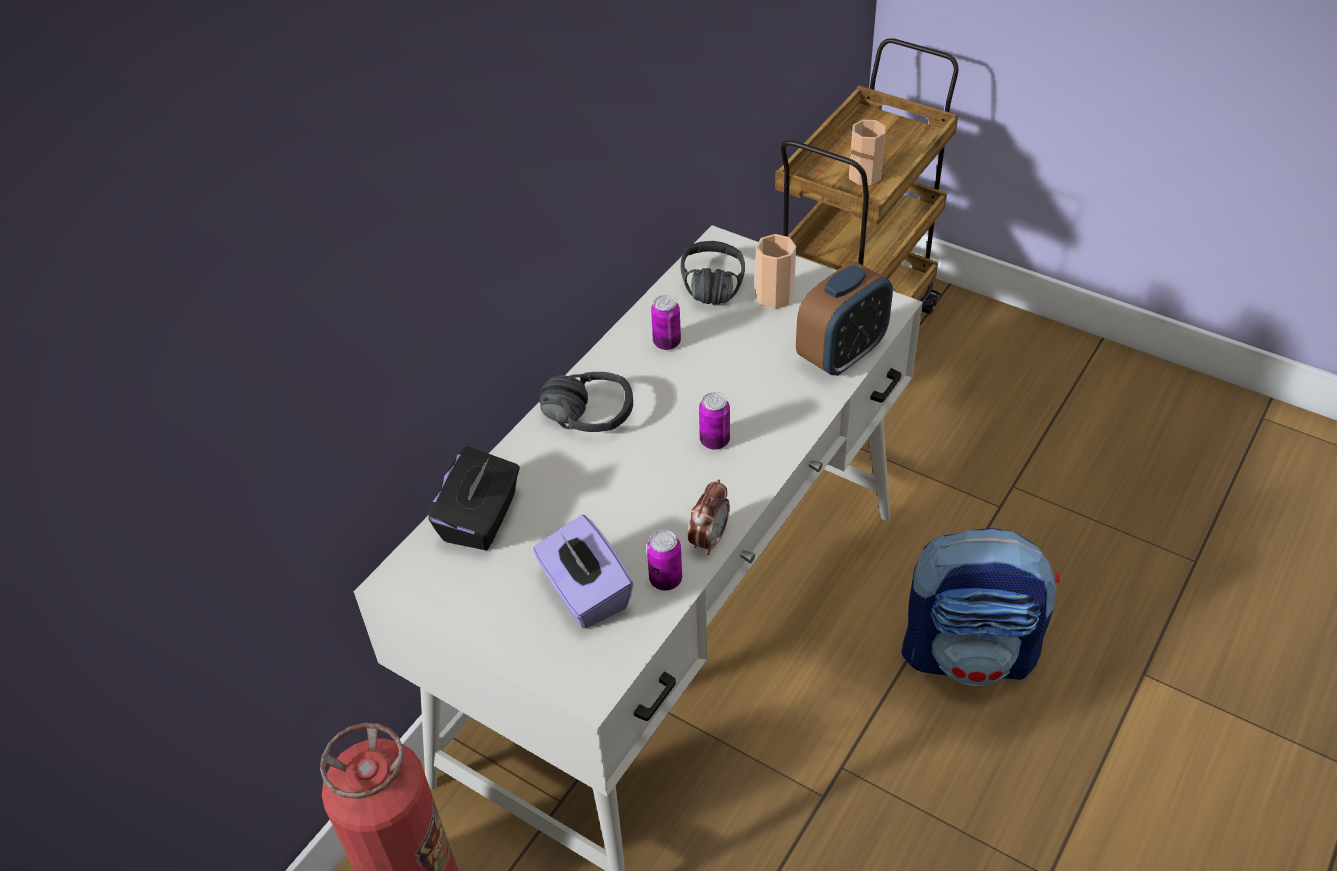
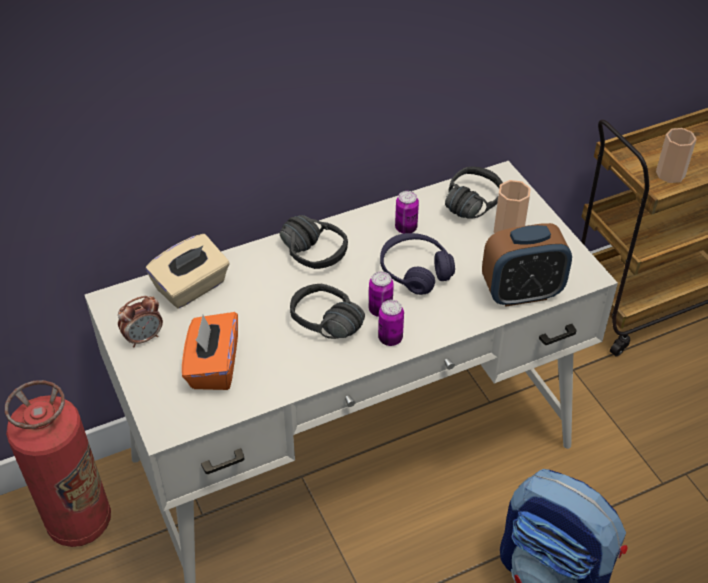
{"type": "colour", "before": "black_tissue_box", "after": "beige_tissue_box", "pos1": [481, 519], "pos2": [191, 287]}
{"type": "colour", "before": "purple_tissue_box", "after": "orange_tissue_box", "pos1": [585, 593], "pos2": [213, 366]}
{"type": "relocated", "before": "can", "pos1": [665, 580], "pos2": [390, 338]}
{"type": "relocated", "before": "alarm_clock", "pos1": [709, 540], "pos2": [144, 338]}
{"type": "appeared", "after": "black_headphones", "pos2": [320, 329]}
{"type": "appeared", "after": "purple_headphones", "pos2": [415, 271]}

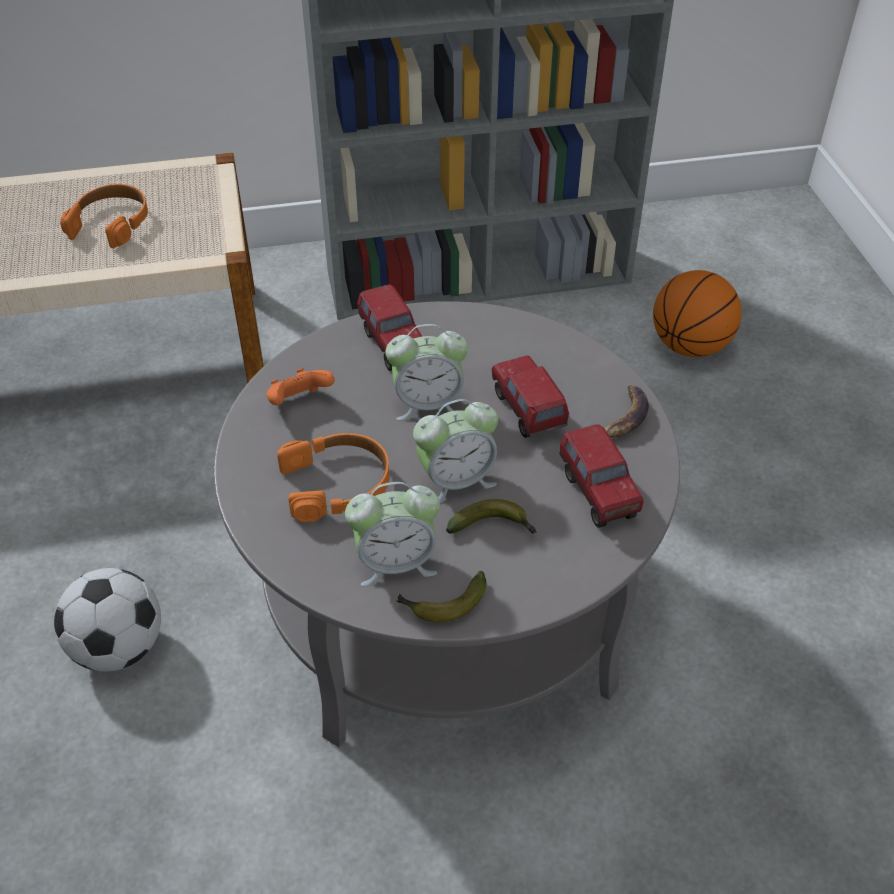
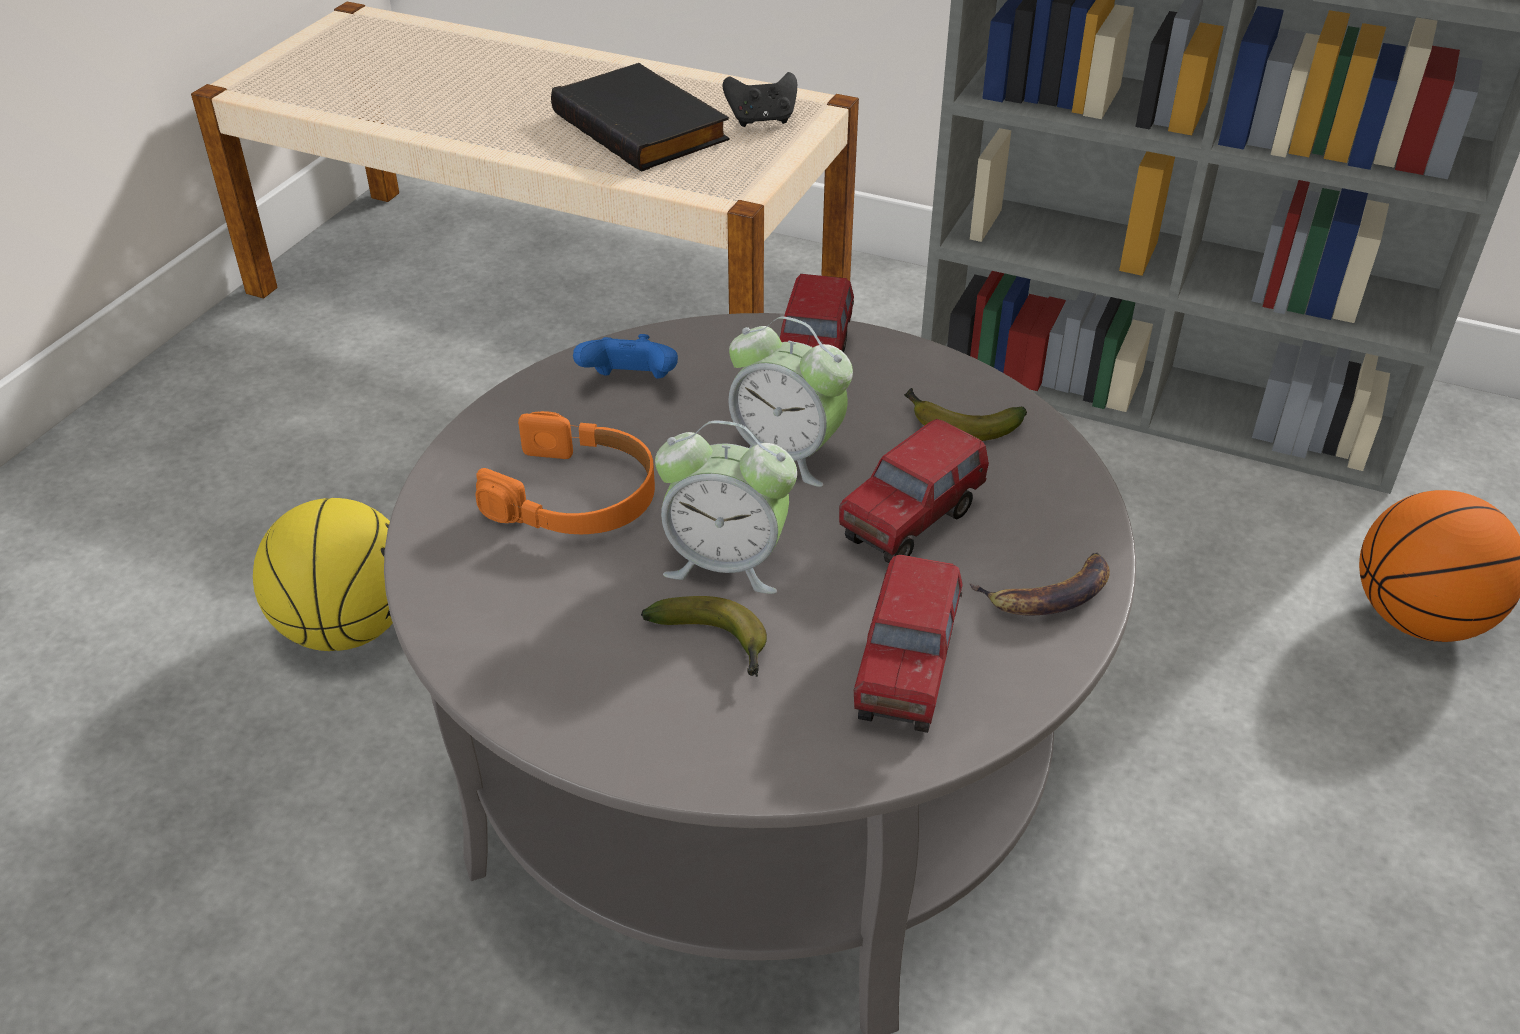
{"type": "exchanged", "before": "football", "after": "basketball", "pos1": [119, 648], "pos2": [348, 626]}
{"type": "exchanged", "before": "orange_headphones", "after": "black_book", "pos1": [111, 223], "pos2": [644, 126]}
{"type": "colour", "before": "orange_game_controller", "after": "blue_game_controller", "pos1": [299, 402], "pos2": [630, 384]}
{"type": "missing", "before": "alarm_clock", "pos1": [395, 563]}
{"type": "relocated", "before": "banana", "pos1": [442, 604], "pos2": [957, 424]}
{"type": "spun", "before": "toy_truck", "pos1": [527, 413], "pos2": [912, 524], "turn": -150}
{"type": "appeared", "after": "black_game_controller", "pos2": [762, 120]}

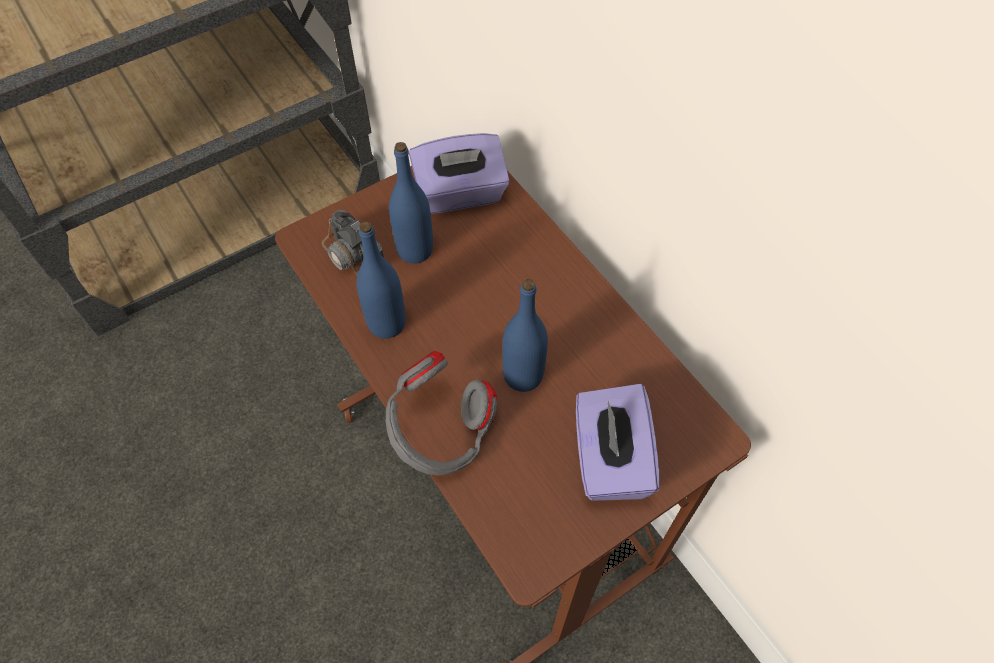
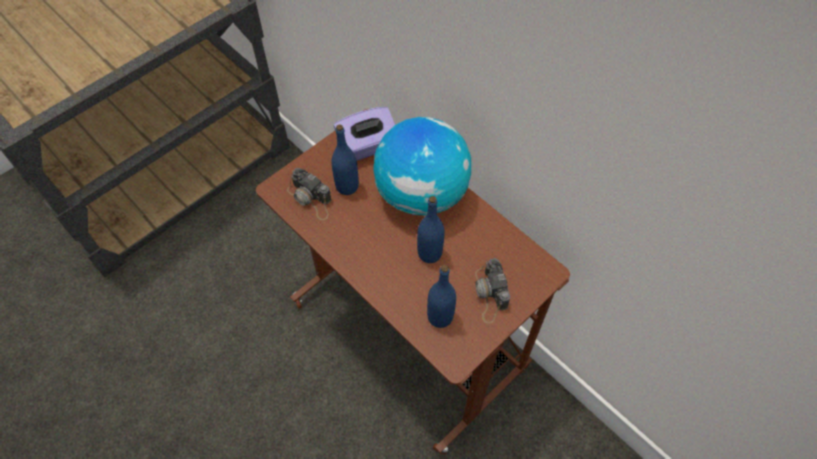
{"type": "relocated", "before": "blue_bottle", "pos1": [386, 323], "pos2": [440, 317]}
{"type": "missing", "before": "grey_headphones", "pos1": [441, 434]}
{"type": "exchanged", "before": "purple_tissue_box", "after": "photo_camera", "pos1": [609, 459], "pos2": [490, 294]}
{"type": "appeared", "after": "globe", "pos2": [421, 194]}

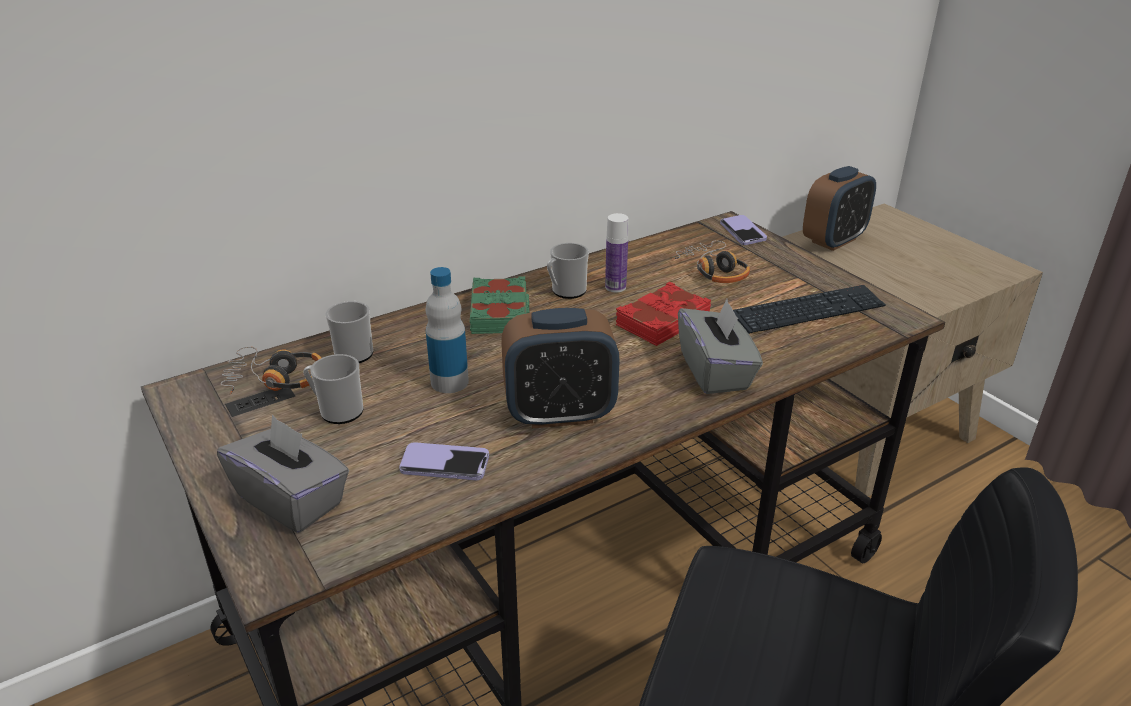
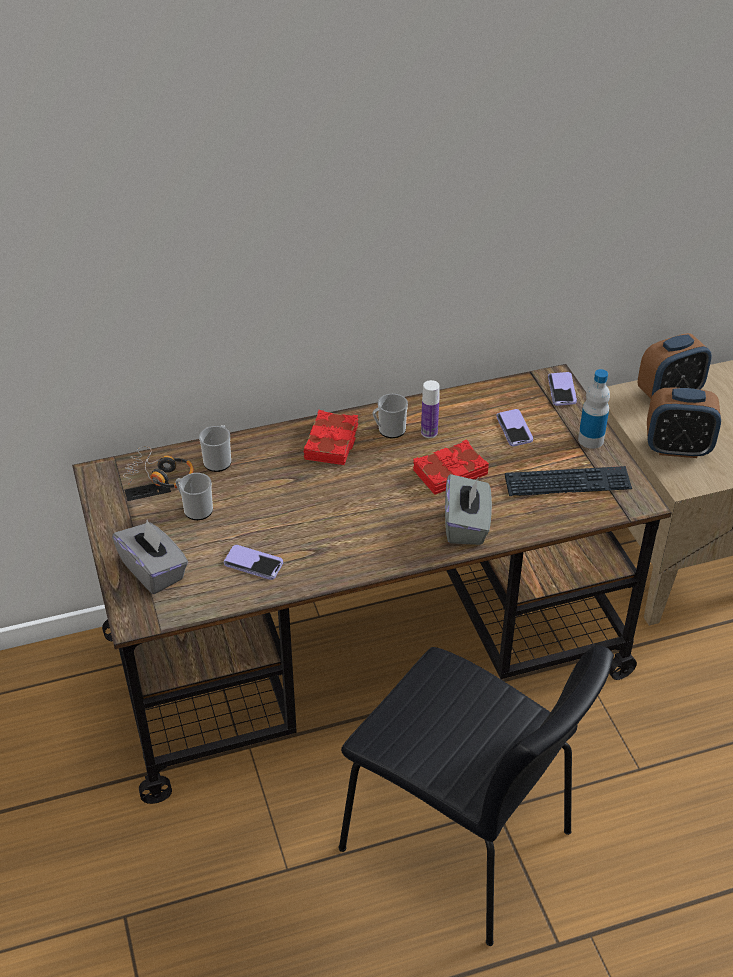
{"type": "relocated", "before": "bottle", "pos1": [449, 382], "pos2": [591, 440]}
{"type": "colour", "before": "green_book", "after": "red_book", "pos1": [500, 313], "pos2": [332, 443]}
{"type": "relocated", "before": "alarm_clock", "pos1": [560, 414], "pos2": [677, 448]}
{"type": "exchanged", "before": "headphones", "after": "phone", "pos1": [713, 271], "pos2": [514, 429]}

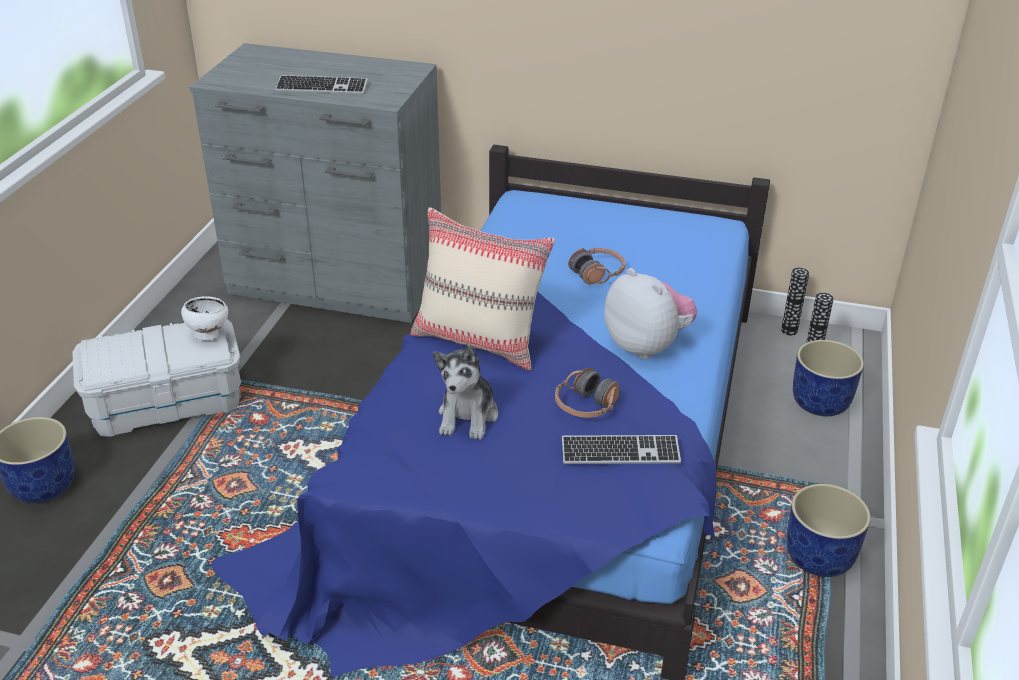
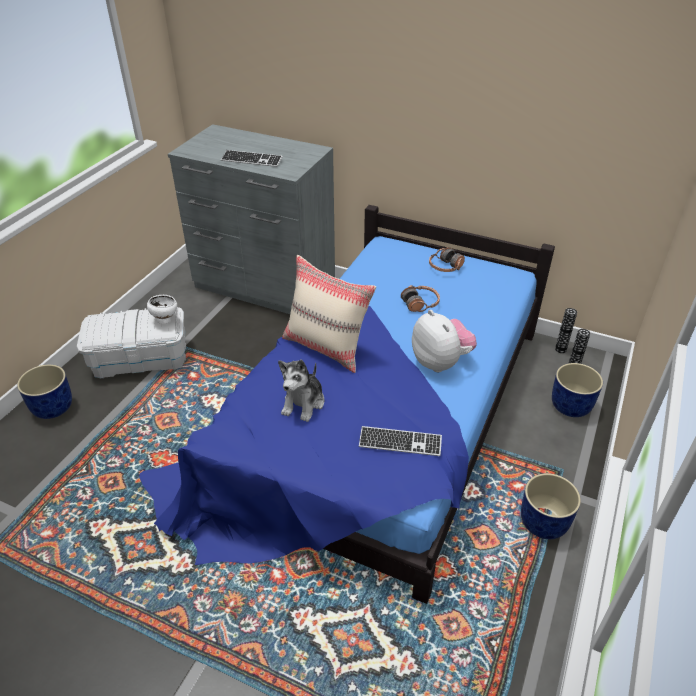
{"type": "relocated", "before": "headphones", "pos1": [586, 406], "pos2": [445, 267]}

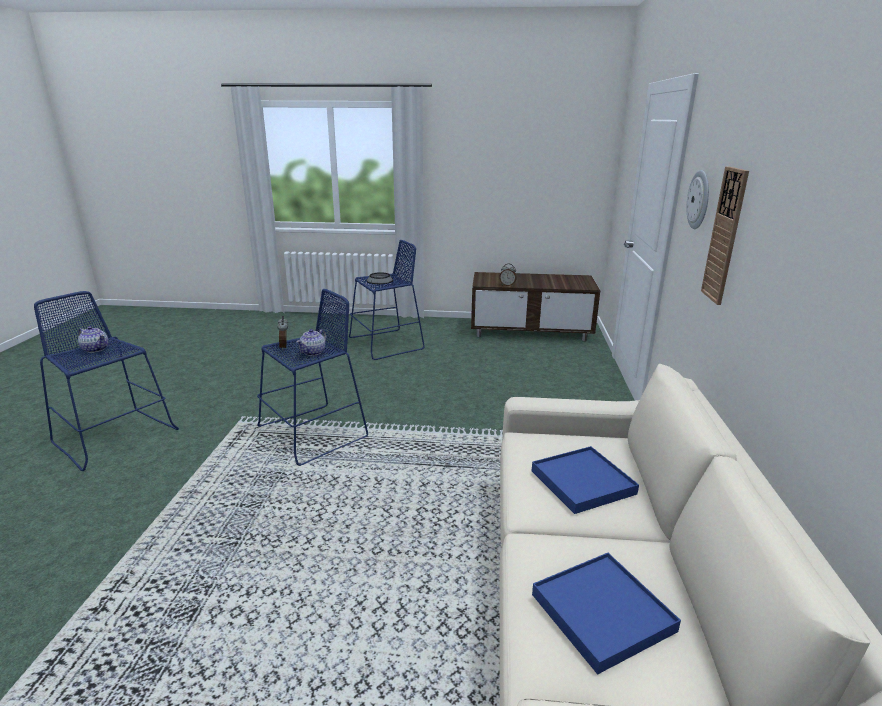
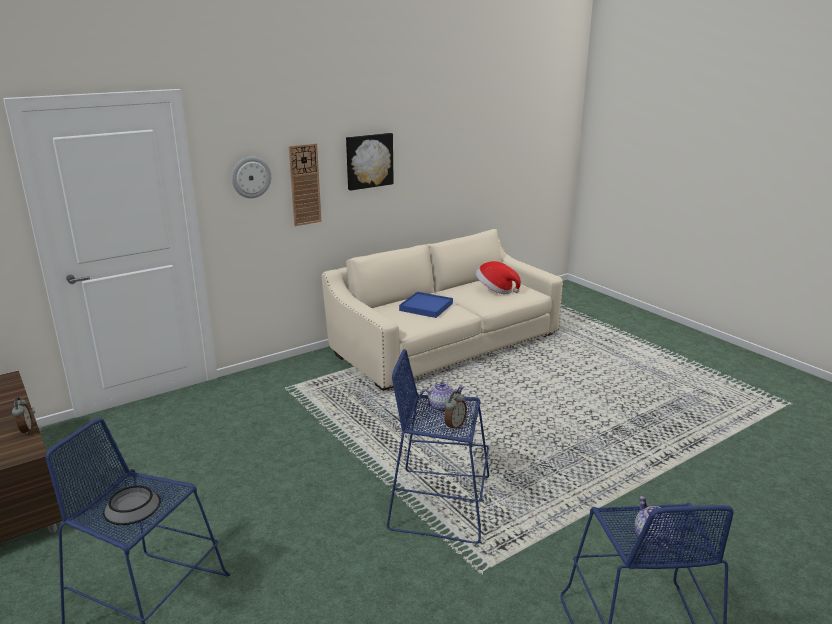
{"type": "exchanged", "before": "blue_tray", "after": "hat", "pos1": [601, 612], "pos2": [495, 290]}
{"type": "appeared", "after": "picture", "pos2": [369, 161]}

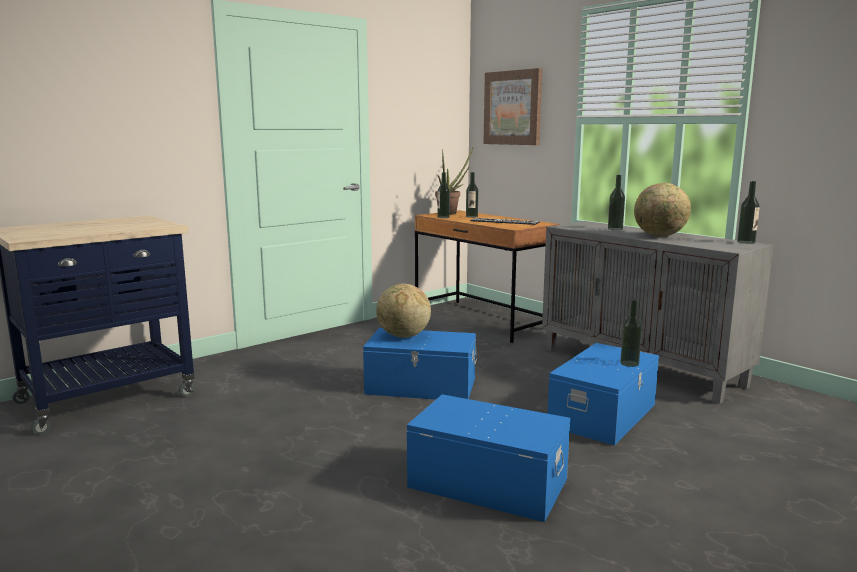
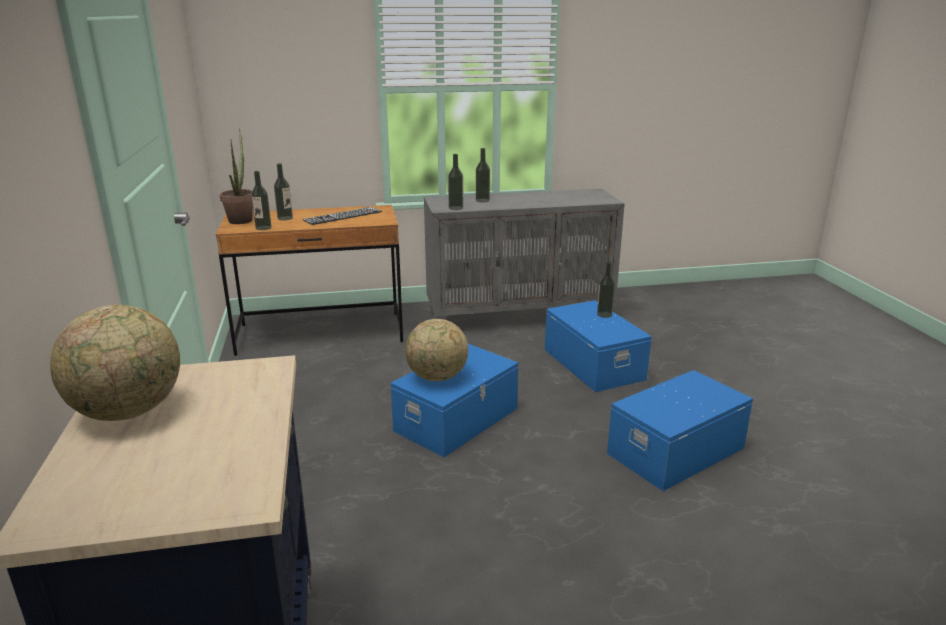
{"type": "missing", "before": "picture", "pos1": [513, 108]}
{"type": "relocated", "before": "globe", "pos1": [660, 236], "pos2": [129, 412]}
{"type": "relocated", "before": "bottle", "pos1": [746, 242], "pos2": [455, 208]}

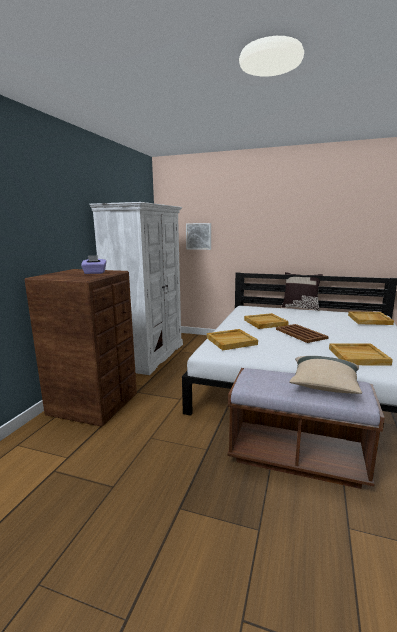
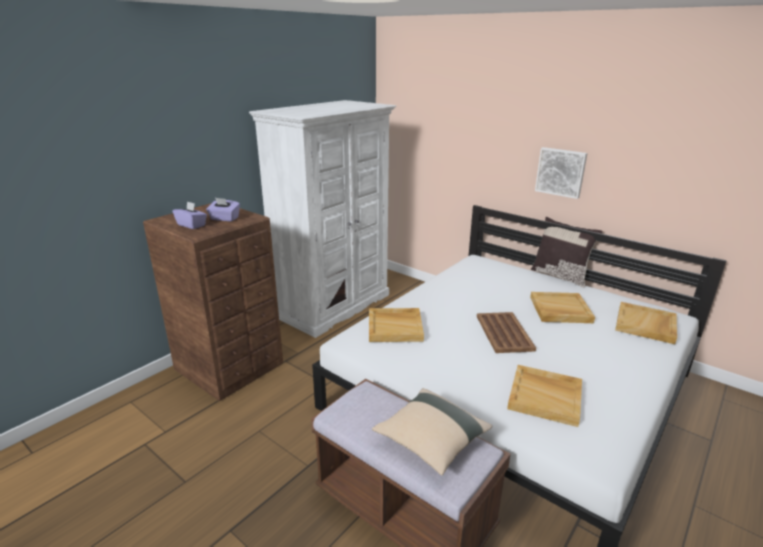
{"type": "relocated", "before": "picture", "pos1": [199, 236], "pos2": [561, 172]}
{"type": "relocated", "before": "beige_tray", "pos1": [265, 323], "pos2": [560, 310]}
{"type": "appeared", "after": "purple_tissue_box", "pos2": [192, 225]}

